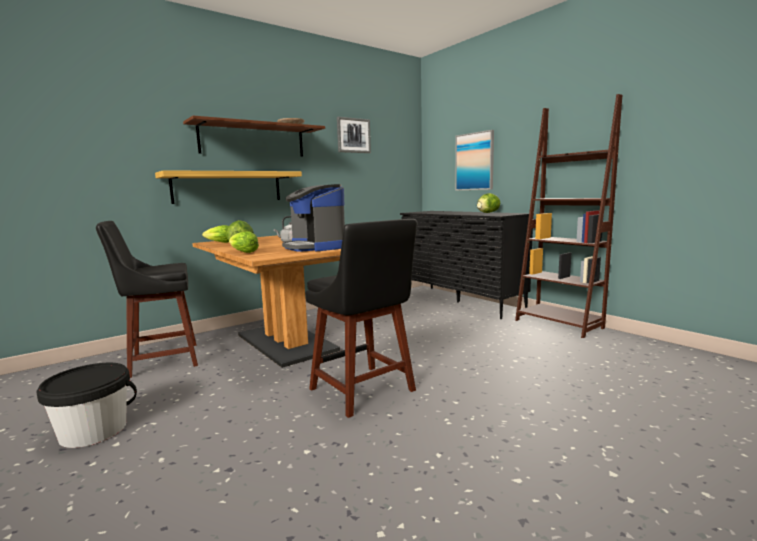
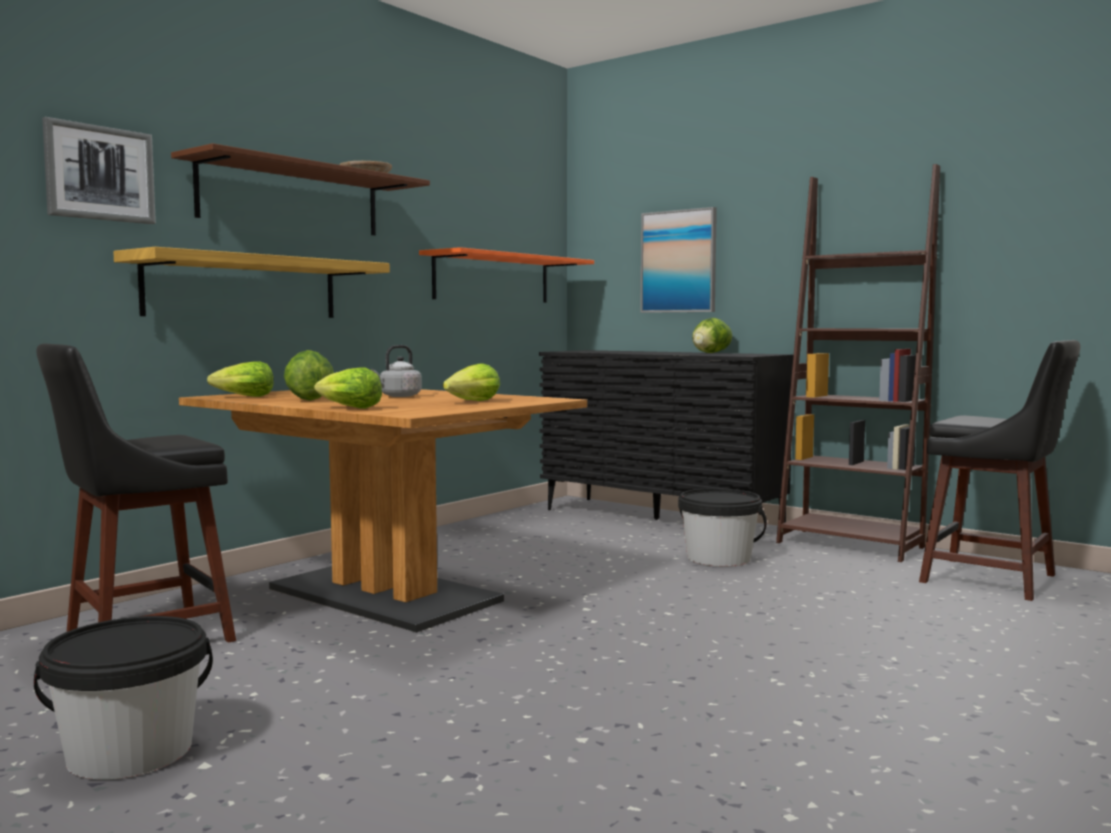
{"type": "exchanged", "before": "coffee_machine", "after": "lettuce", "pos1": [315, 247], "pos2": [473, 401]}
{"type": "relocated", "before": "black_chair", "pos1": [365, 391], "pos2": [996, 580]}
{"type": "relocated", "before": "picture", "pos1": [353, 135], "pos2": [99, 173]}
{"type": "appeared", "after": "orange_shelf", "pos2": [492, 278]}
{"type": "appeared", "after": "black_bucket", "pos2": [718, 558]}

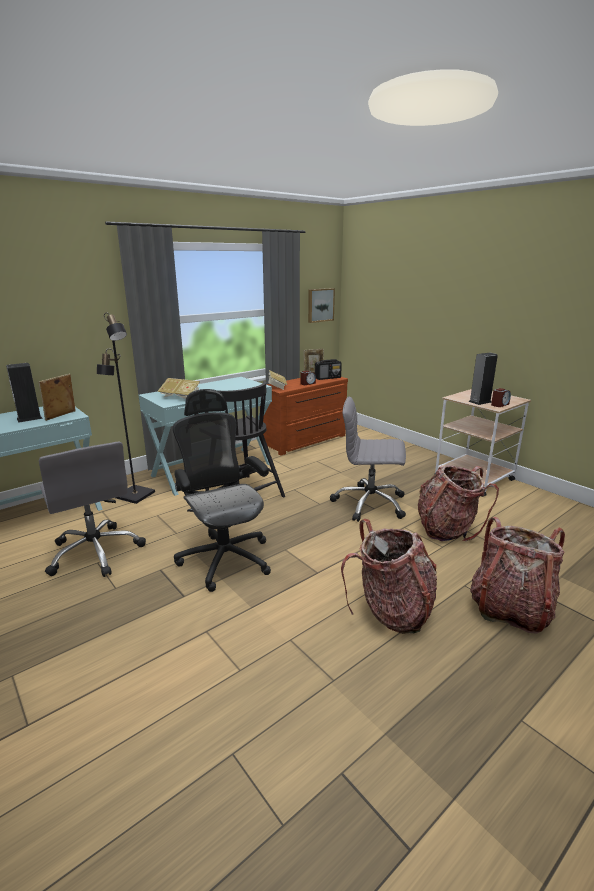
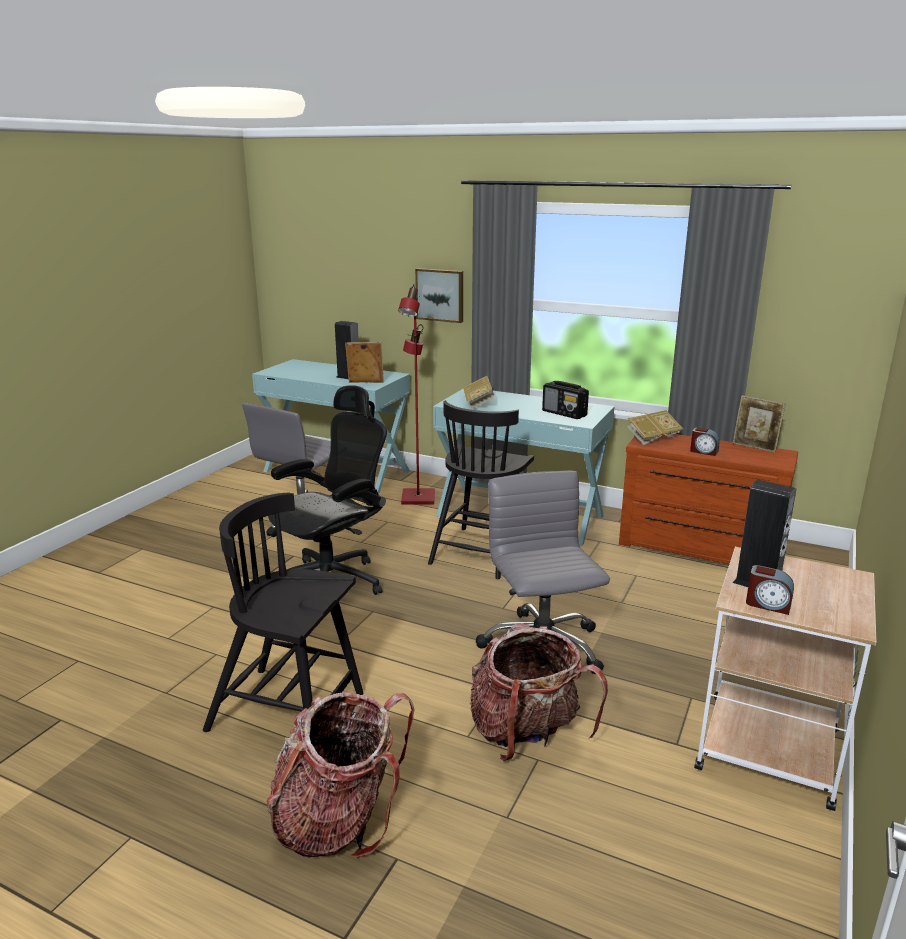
{"type": "colour", "before": "black_floor_lamp", "after": "red_floor_lamp", "pos1": [135, 495], "pos2": [418, 497]}
{"type": "relocated", "before": "picture", "pos1": [320, 305], "pos2": [440, 295]}
{"type": "relocated", "before": "radio", "pos1": [328, 378], "pos2": [564, 413]}
{"type": "exchanged", "before": "backpack", "after": "black_chair", "pos1": [392, 610], "pos2": [289, 711]}

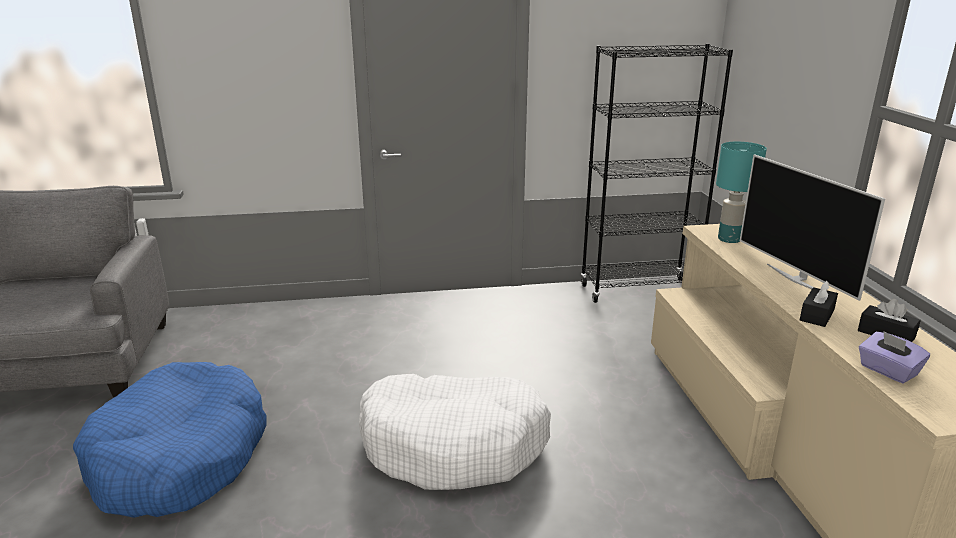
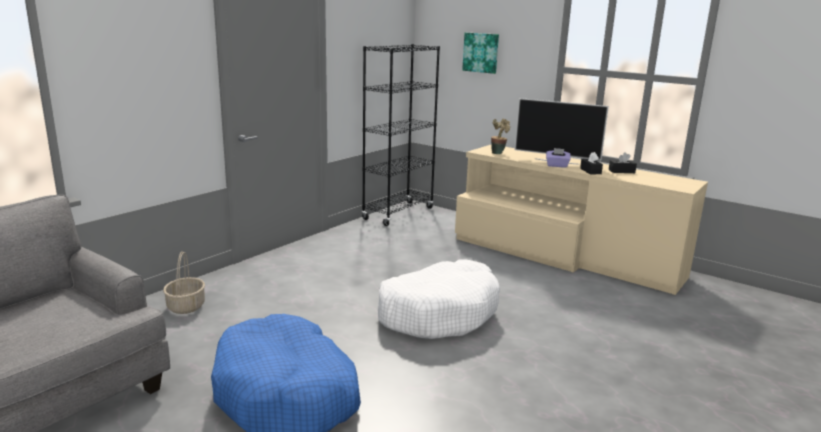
{"type": "exchanged", "before": "turquoise_table_lamp", "after": "potted_plant", "pos1": [730, 239], "pos2": [498, 153]}
{"type": "relocated", "before": "purple_tissue_box", "pos1": [887, 371], "pos2": [557, 165]}
{"type": "appeared", "after": "basket", "pos2": [186, 306]}
{"type": "appeared", "after": "picture", "pos2": [481, 52]}

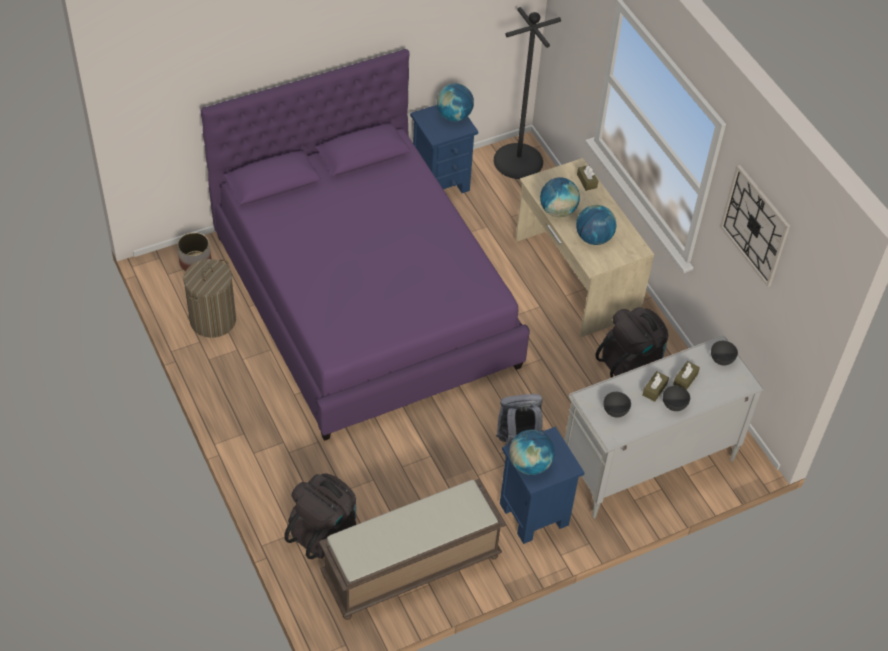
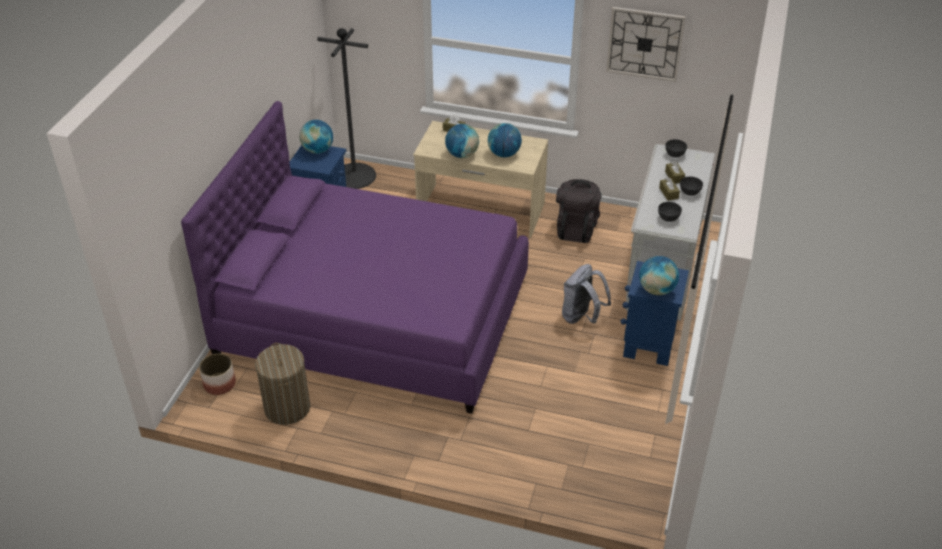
{"type": "missing", "before": "black_backpack", "pos1": [324, 531]}
{"type": "missing", "before": "brown_bench", "pos1": [411, 568]}

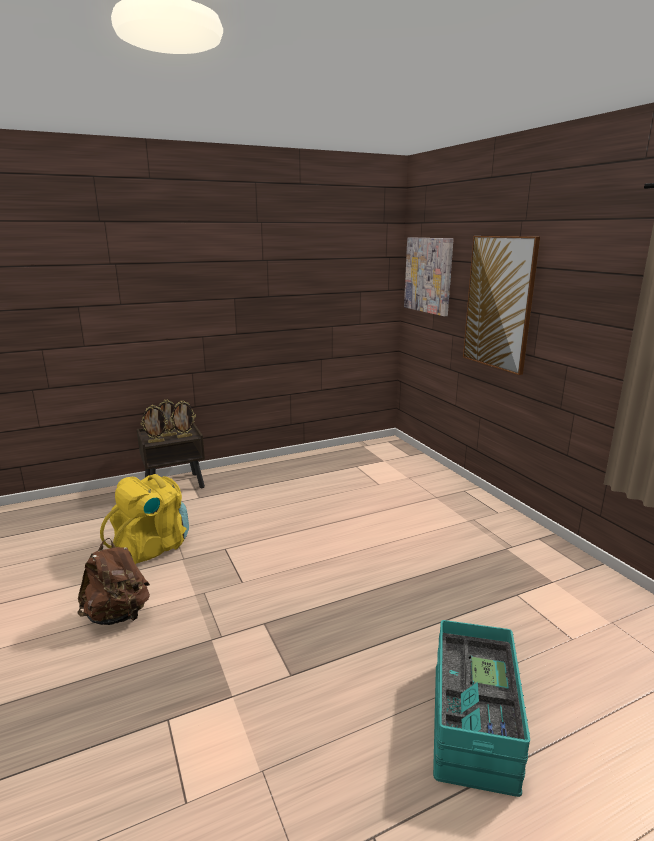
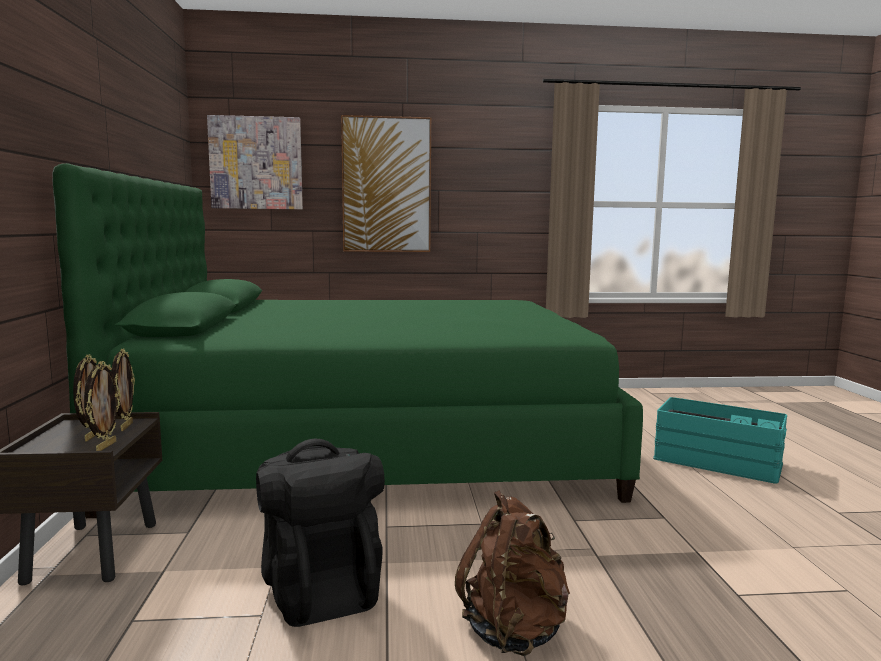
{"type": "colour", "before": "yellow_backpack", "after": "black_backpack", "pos1": [152, 547], "pos2": [320, 588]}
{"type": "appeared", "after": "green_bed", "pos2": [371, 444]}

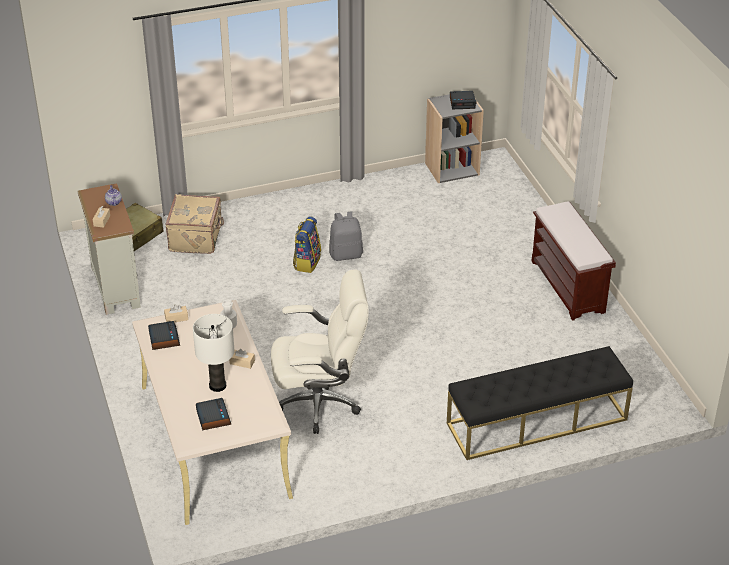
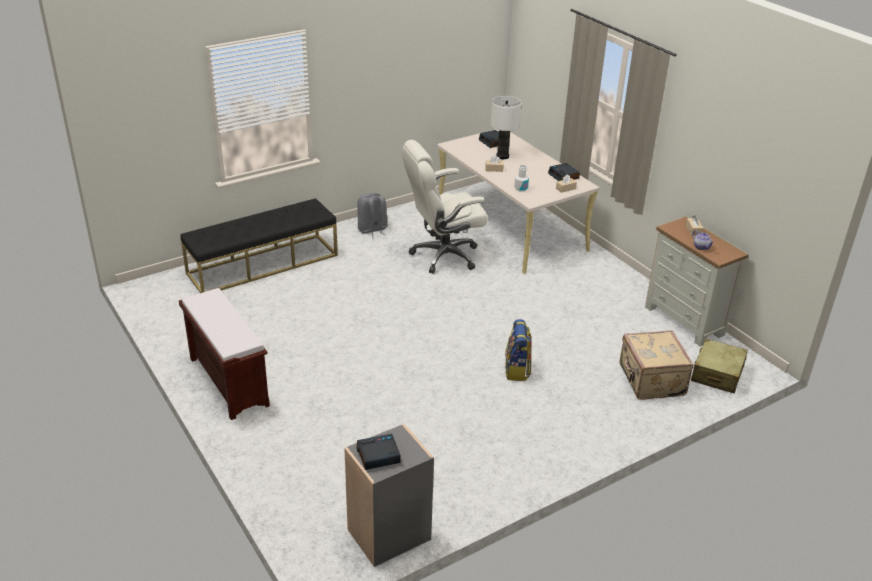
{"type": "relocated", "before": "grey_backpack", "pos1": [346, 254], "pos2": [372, 230]}

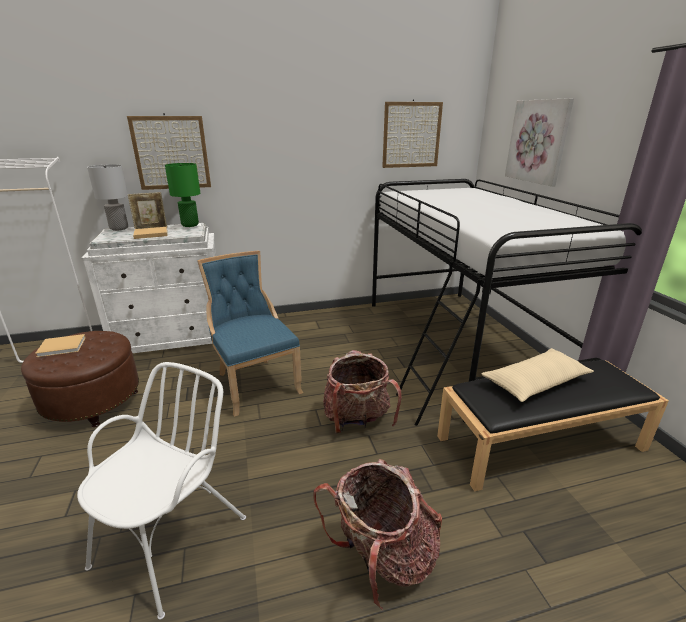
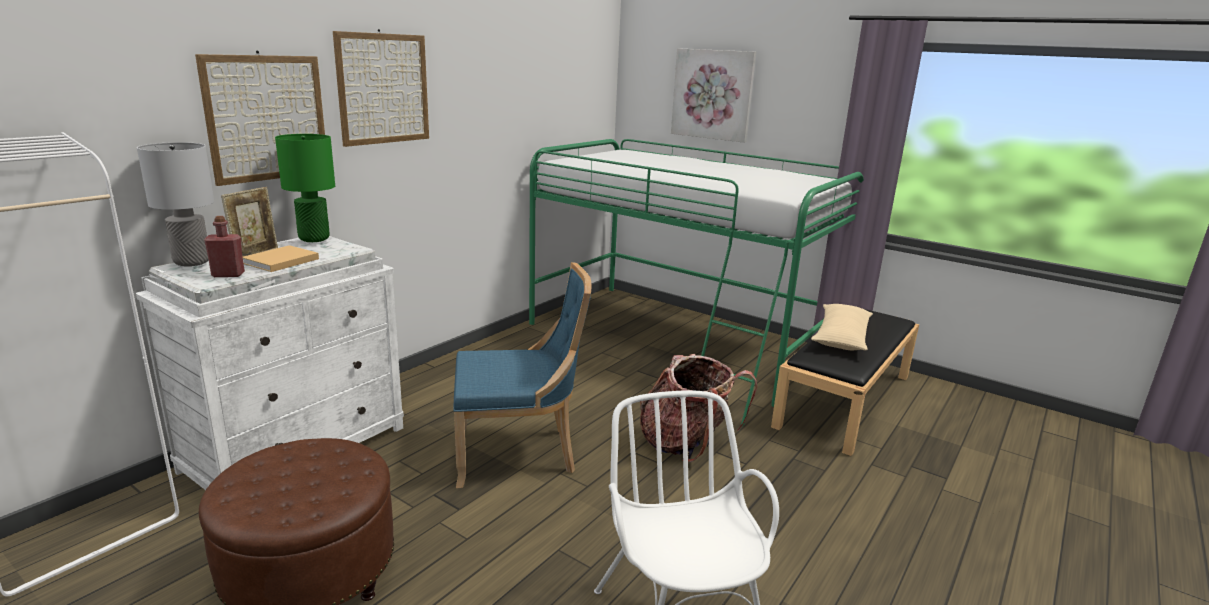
{"type": "missing", "before": "beige_book", "pos1": [63, 346]}
{"type": "spun", "before": "blue_chair", "pos1": [255, 382], "pos2": [519, 453], "turn": 150}
{"type": "missing", "before": "backpack", "pos1": [382, 557]}
{"type": "colour", "before": "black_bed", "after": "green_bed", "pos1": [460, 344], "pos2": [679, 339]}
{"type": "relocated", "before": "picture", "pos1": [411, 134], "pos2": [383, 87]}
{"type": "appeared", "after": "red_bottle", "pos2": [228, 275]}

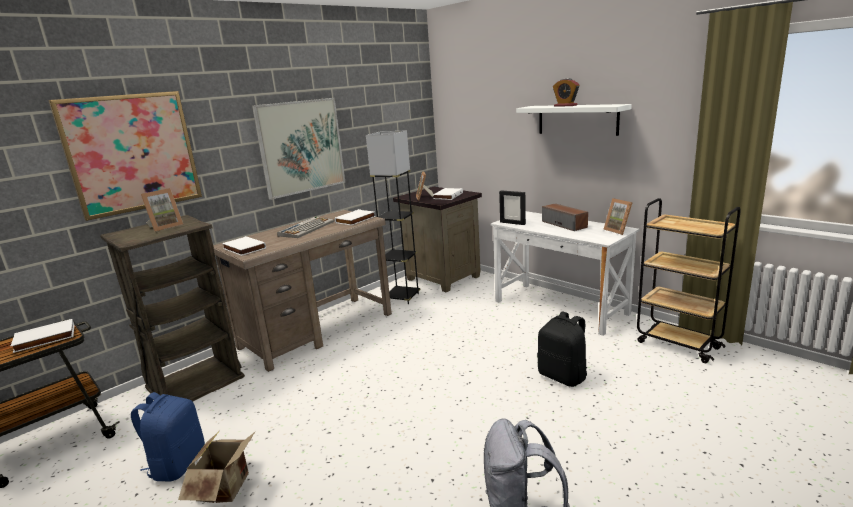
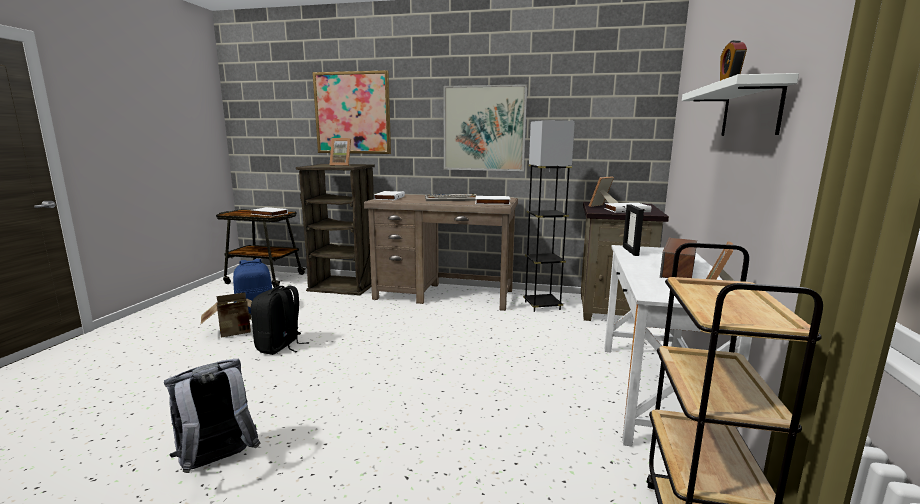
{"type": "relocated", "before": "black_backpack", "pos1": [563, 376], "pos2": [280, 346]}

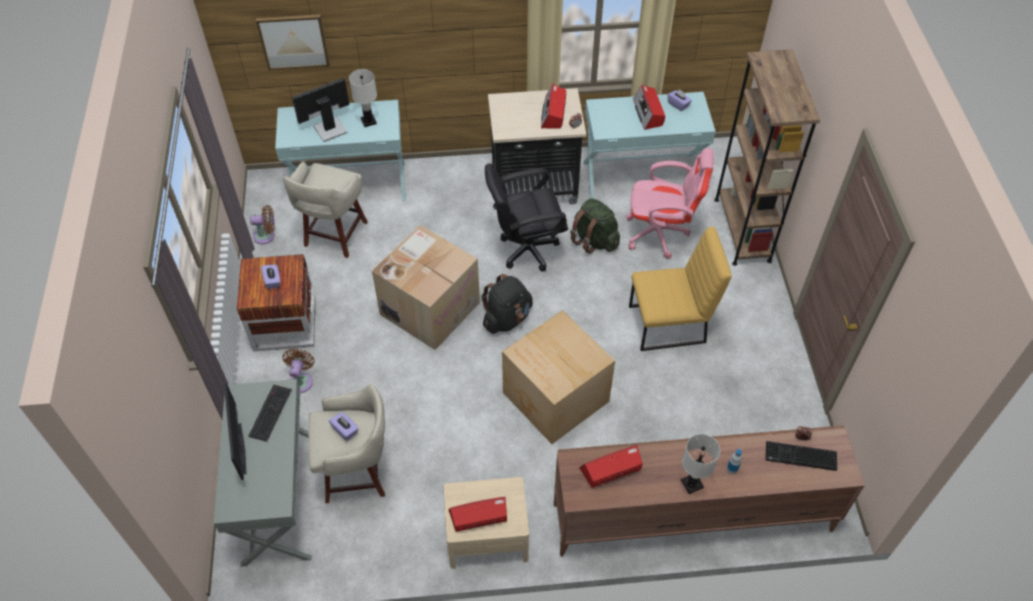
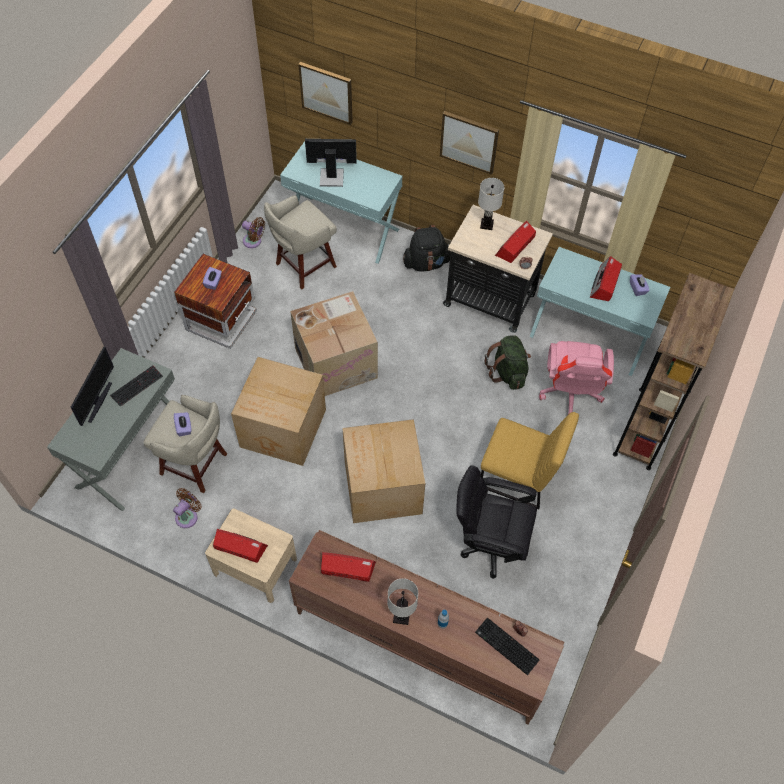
{"type": "relocated", "before": "brown_fan", "pos1": [301, 380], "pos2": [188, 516]}
{"type": "relocated", "before": "white_table_lamp", "pos1": [368, 121], "pos2": [486, 224]}
{"type": "relocated", "before": "black_backpack", "pos1": [507, 318], "pos2": [426, 263]}
{"type": "relocated", "before": "black_office_chair", "pos1": [525, 252], "pos2": [488, 547]}
{"type": "spun", "before": "pink_office_chair", "pos1": [661, 234], "pos2": [569, 396], "turn": 60}
{"type": "appeared", "after": "cardboard_box", "pos2": [284, 429]}
{"type": "appeared", "after": "picture", "pos2": [469, 141]}

